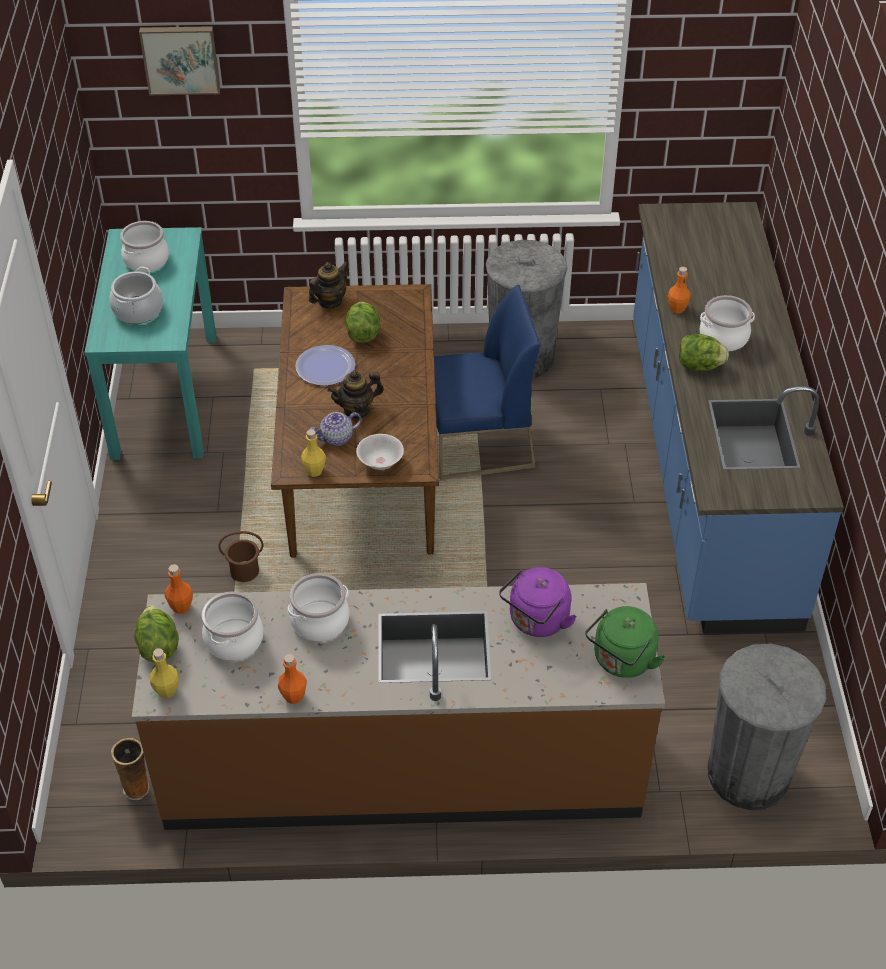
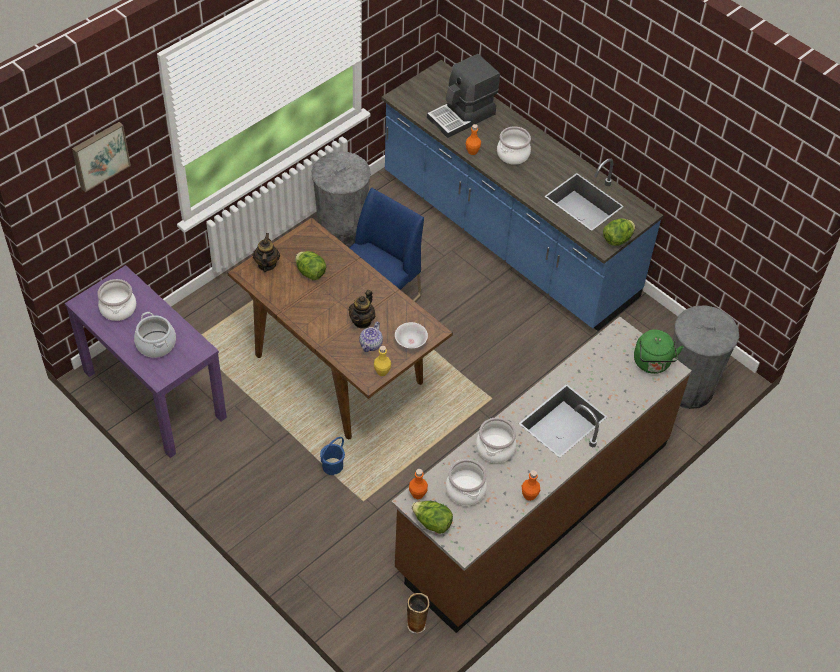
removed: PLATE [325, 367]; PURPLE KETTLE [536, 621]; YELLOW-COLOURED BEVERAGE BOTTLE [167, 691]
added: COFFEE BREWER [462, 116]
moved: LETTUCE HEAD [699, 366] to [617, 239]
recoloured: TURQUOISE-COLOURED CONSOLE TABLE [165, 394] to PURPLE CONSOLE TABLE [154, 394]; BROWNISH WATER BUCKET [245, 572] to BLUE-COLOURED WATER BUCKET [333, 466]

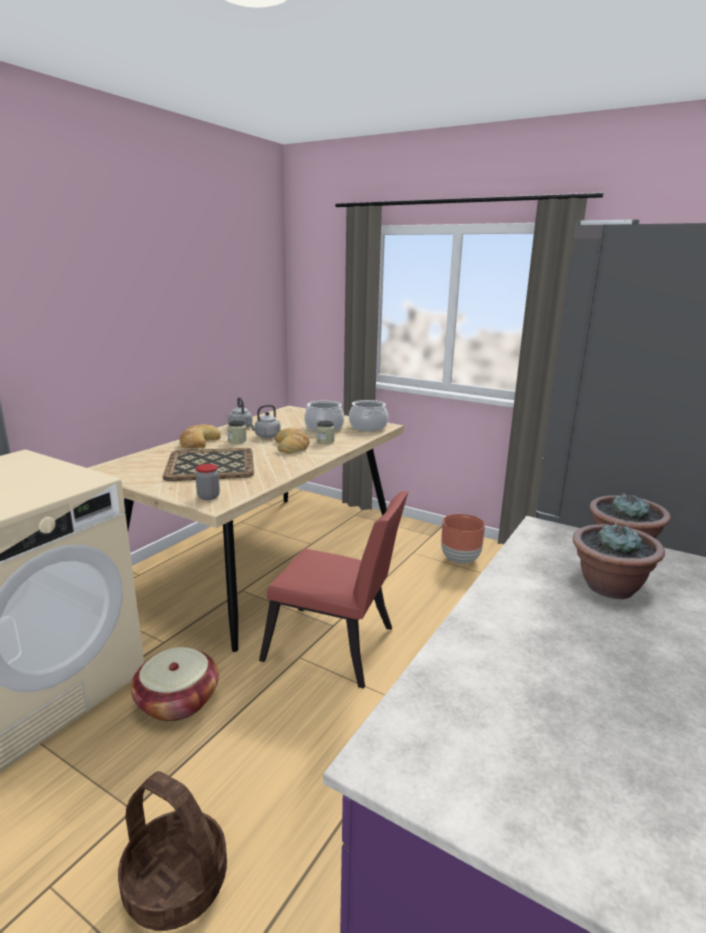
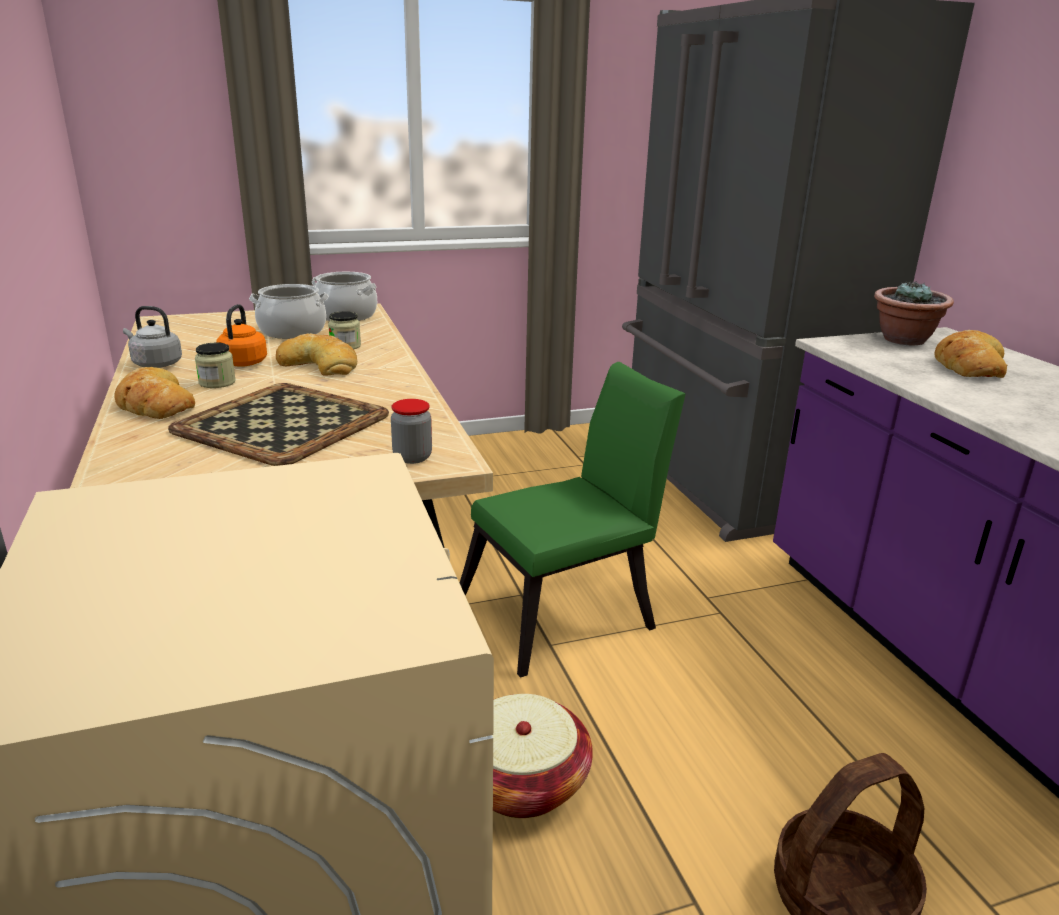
removed: BROWNISH PLANTER [460, 559]
replaced: POTTED PLANT [609, 587] to BAKERY BREAD [968, 365]
recoloured: GREYISH KETTLE [266, 436] to ORANGE-COLOURED KETTLE [242, 364]; REDDISH CHAIR [336, 648] to GREEN CHAIR [566, 612]

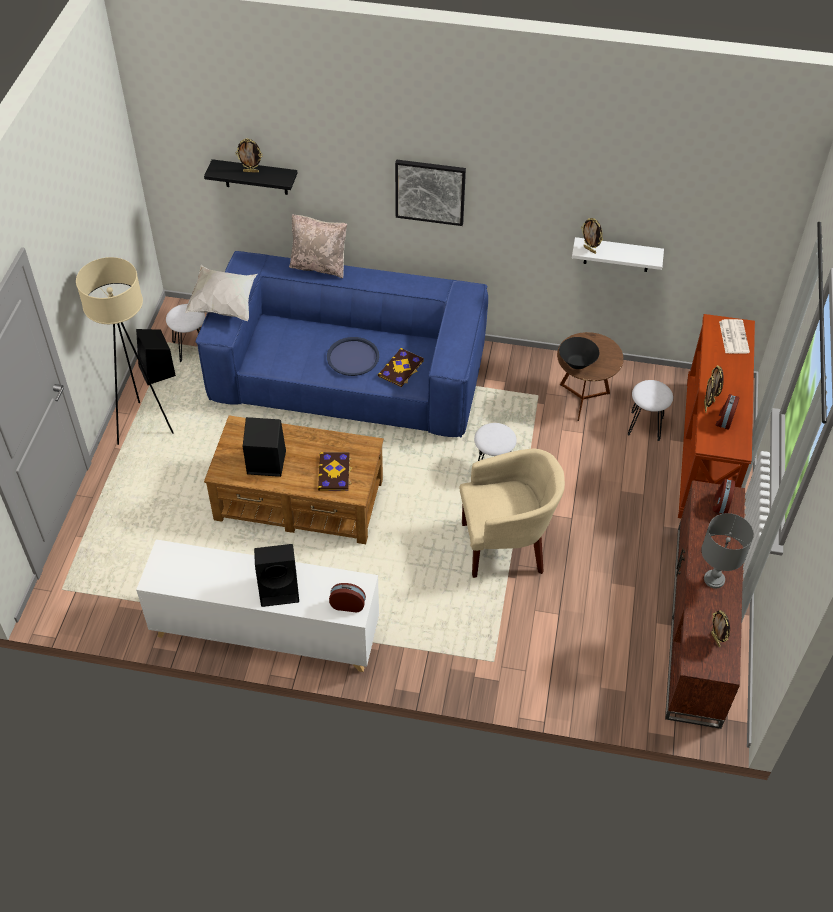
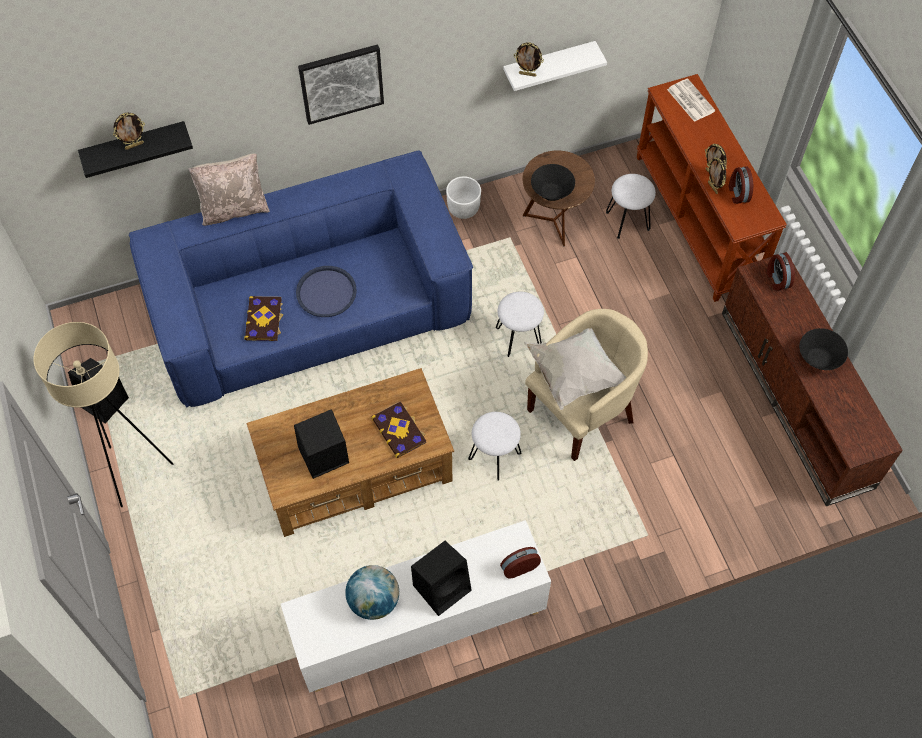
removed: PICTURE FRAME [716, 639]
added: WHITISH PLANTER [463, 208]; DESK GLOBE [374, 601]
moved: WHITISH THROW PILLOW [223, 304] to [574, 374]; WHITISH STOOL SEAT [191, 349] to [494, 457]; BOUND BOOK [401, 369] to [264, 319]
replaced: GREYISH TABLETOP LAMP [713, 580] to BLACKISH DEEP DISH [818, 359]

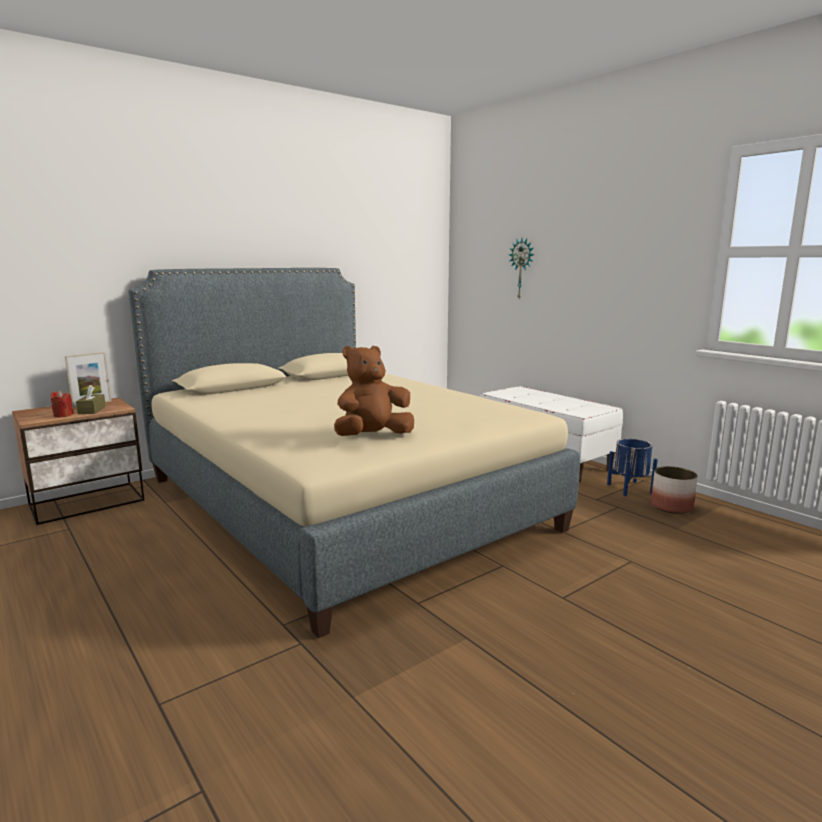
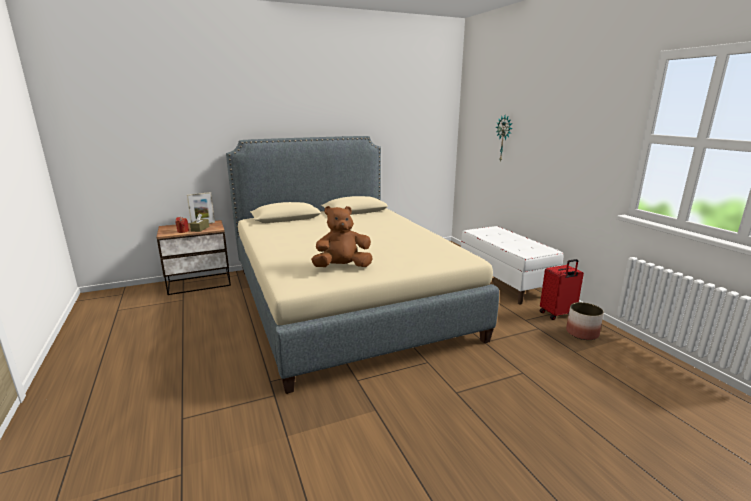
replaced: BLUE-COLOURED PLANTER [630, 488] to REDDISH SUITCASE [557, 314]

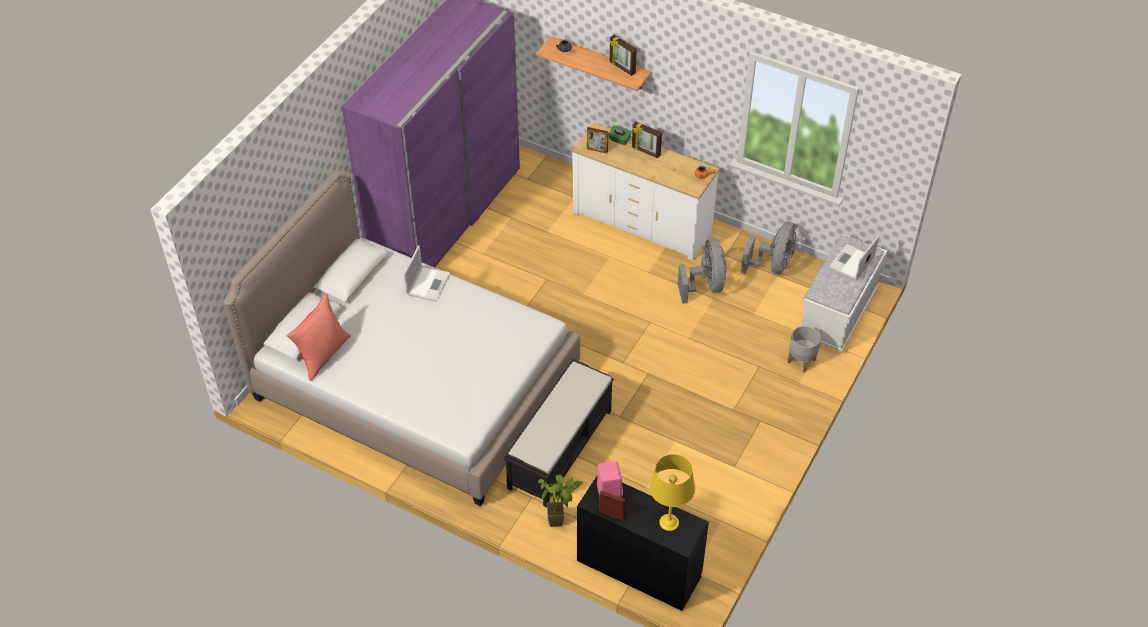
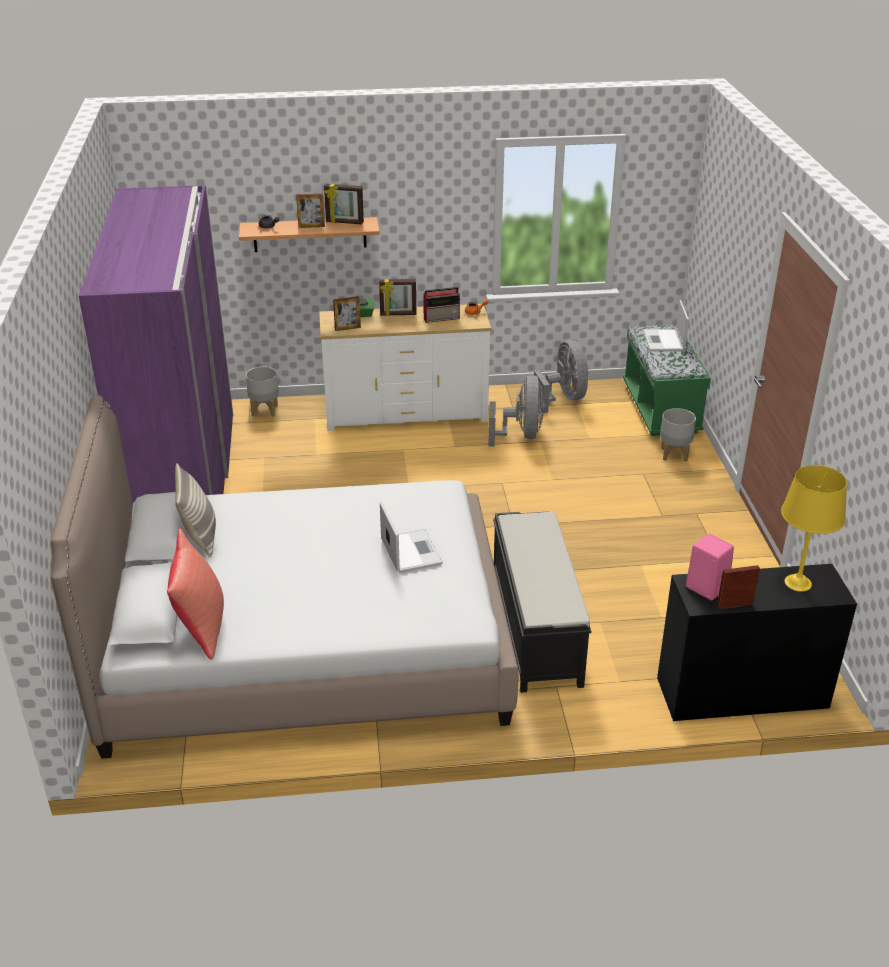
removed: POTTED PLANT [561, 523]
added: PICTURE FRAME [311, 226]; RADIO SET [442, 318]; GREYISH PLANTER [264, 410]; THROW PILLOW [200, 537]
moved: NOTEBOOK COMPUTER [428, 283] to [410, 551]
recoloured: WHITISH LONG SEAT [838, 313] to GREEN LONG SEAT [661, 409]
turned: GREYISH COOLING FAN [705, 285] = [521, 435] 45 degrees clockwise

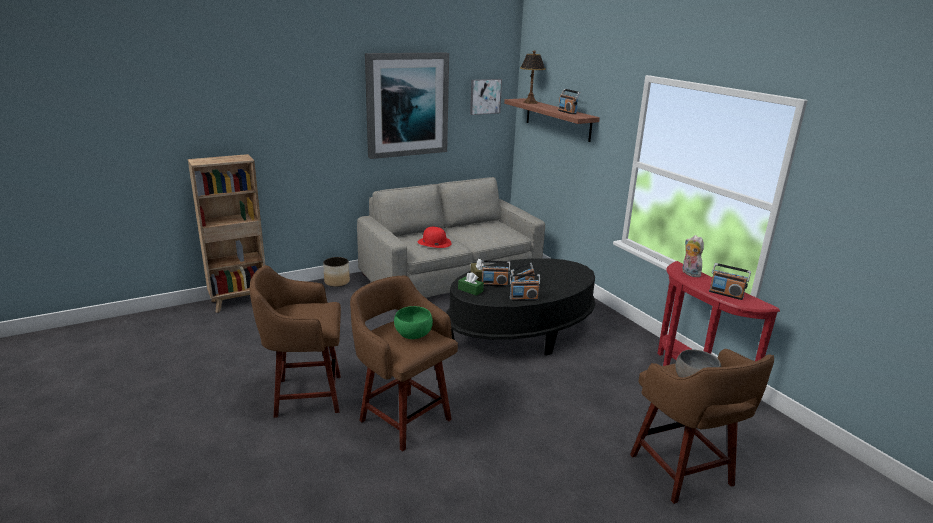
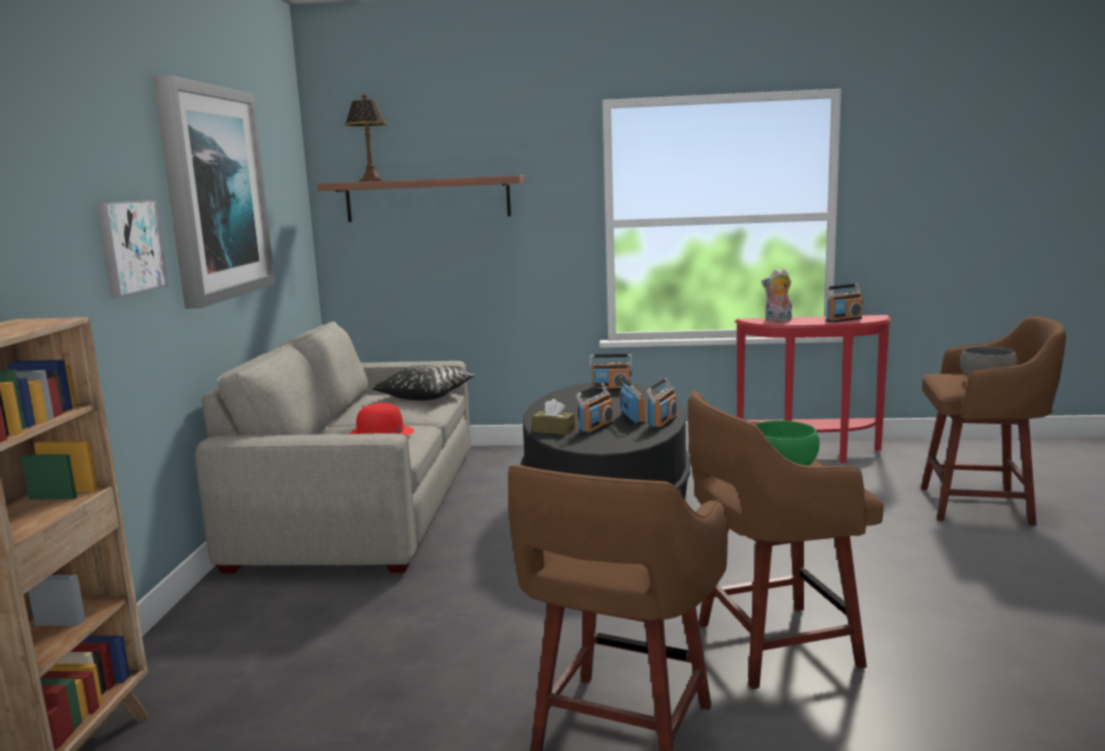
removed: PLANTER [337, 282]; GREEN TISSUE BOX [470, 290]
added: BLACKISH THROW PILLOW [426, 395]
moved: WALL PICTURE [485, 96] to [130, 247]; RADIO SET [567, 112] to [611, 389]

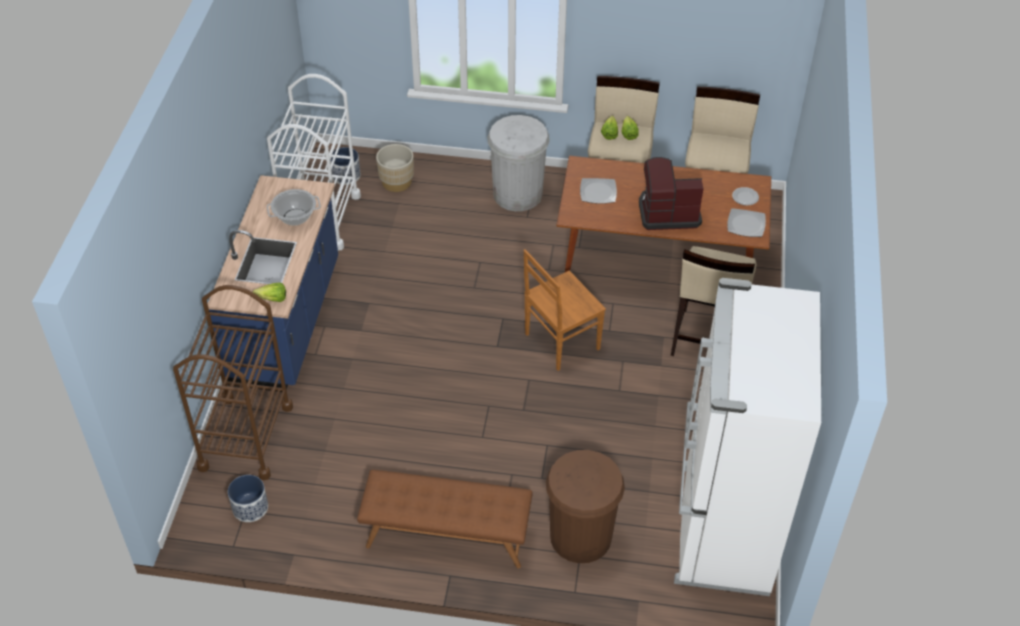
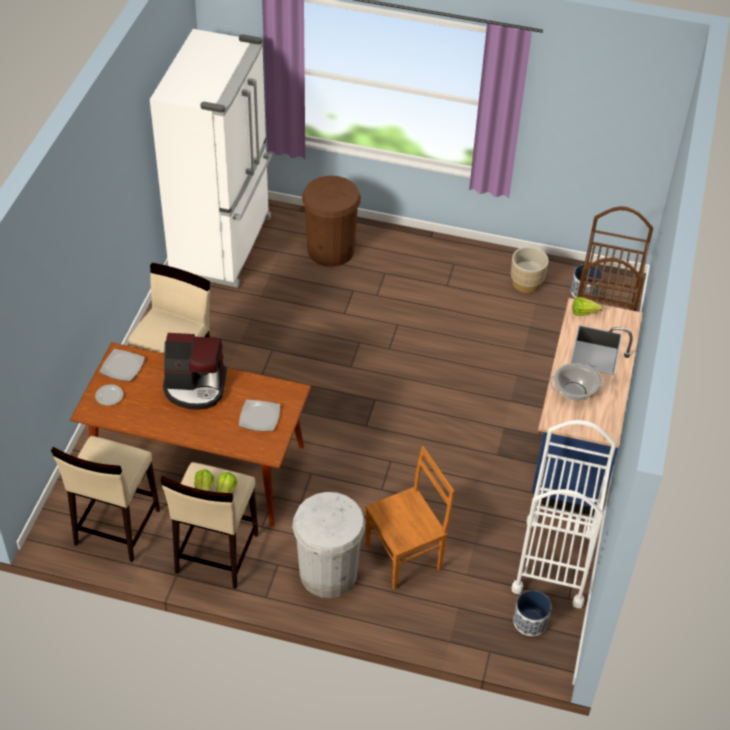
removed: BROWNISH LONG SEAT [446, 536]
moved: BEIGE-COLOURED PLANTER [396, 182] to [526, 283]; BROWNISH CHAIR [560, 342] to [405, 556]

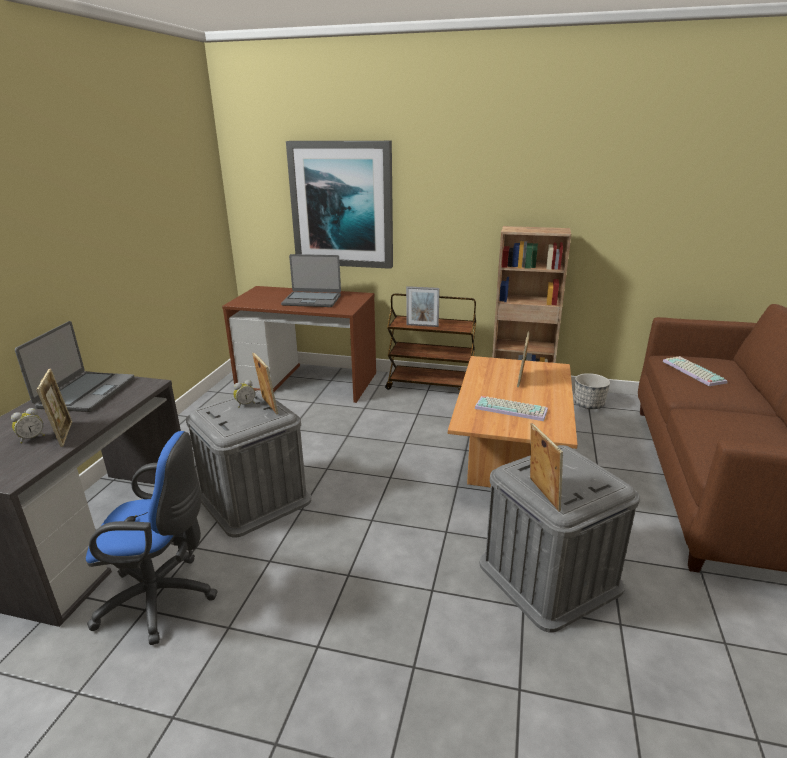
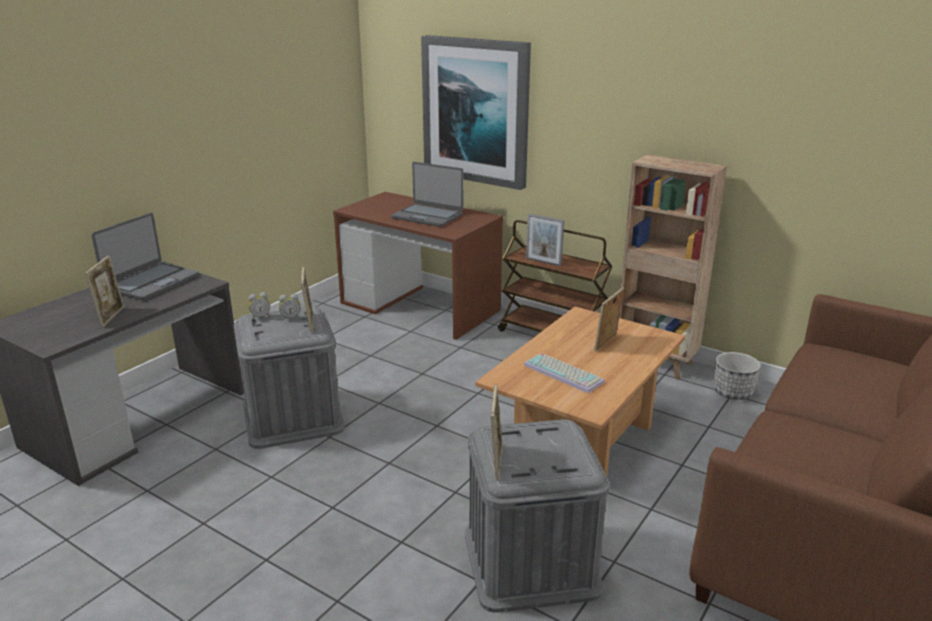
removed: PC KEYBOARD [691, 371]; BLUE-COLOURED COMPUTER CHAIR [163, 599]
moved: ALARM CLOCK [31, 438] to [260, 317]

